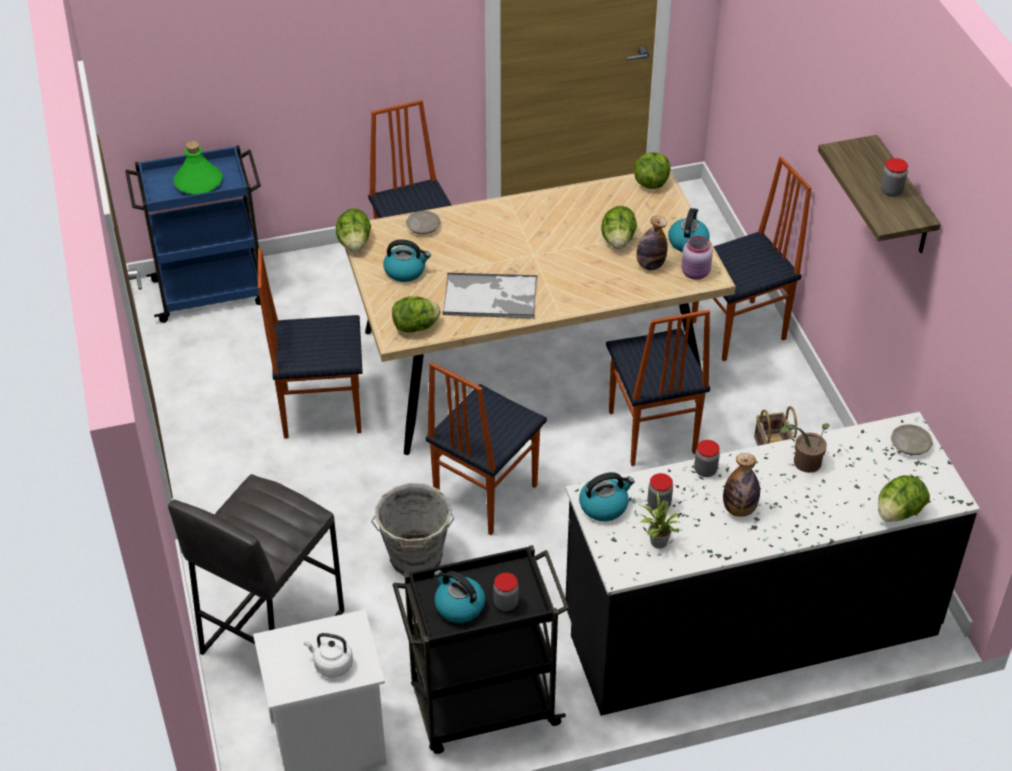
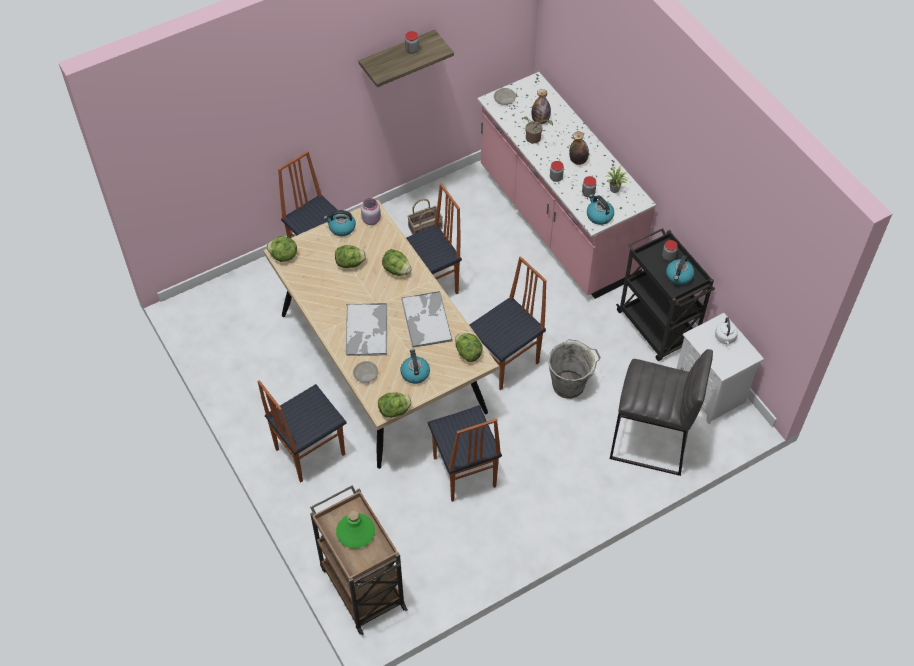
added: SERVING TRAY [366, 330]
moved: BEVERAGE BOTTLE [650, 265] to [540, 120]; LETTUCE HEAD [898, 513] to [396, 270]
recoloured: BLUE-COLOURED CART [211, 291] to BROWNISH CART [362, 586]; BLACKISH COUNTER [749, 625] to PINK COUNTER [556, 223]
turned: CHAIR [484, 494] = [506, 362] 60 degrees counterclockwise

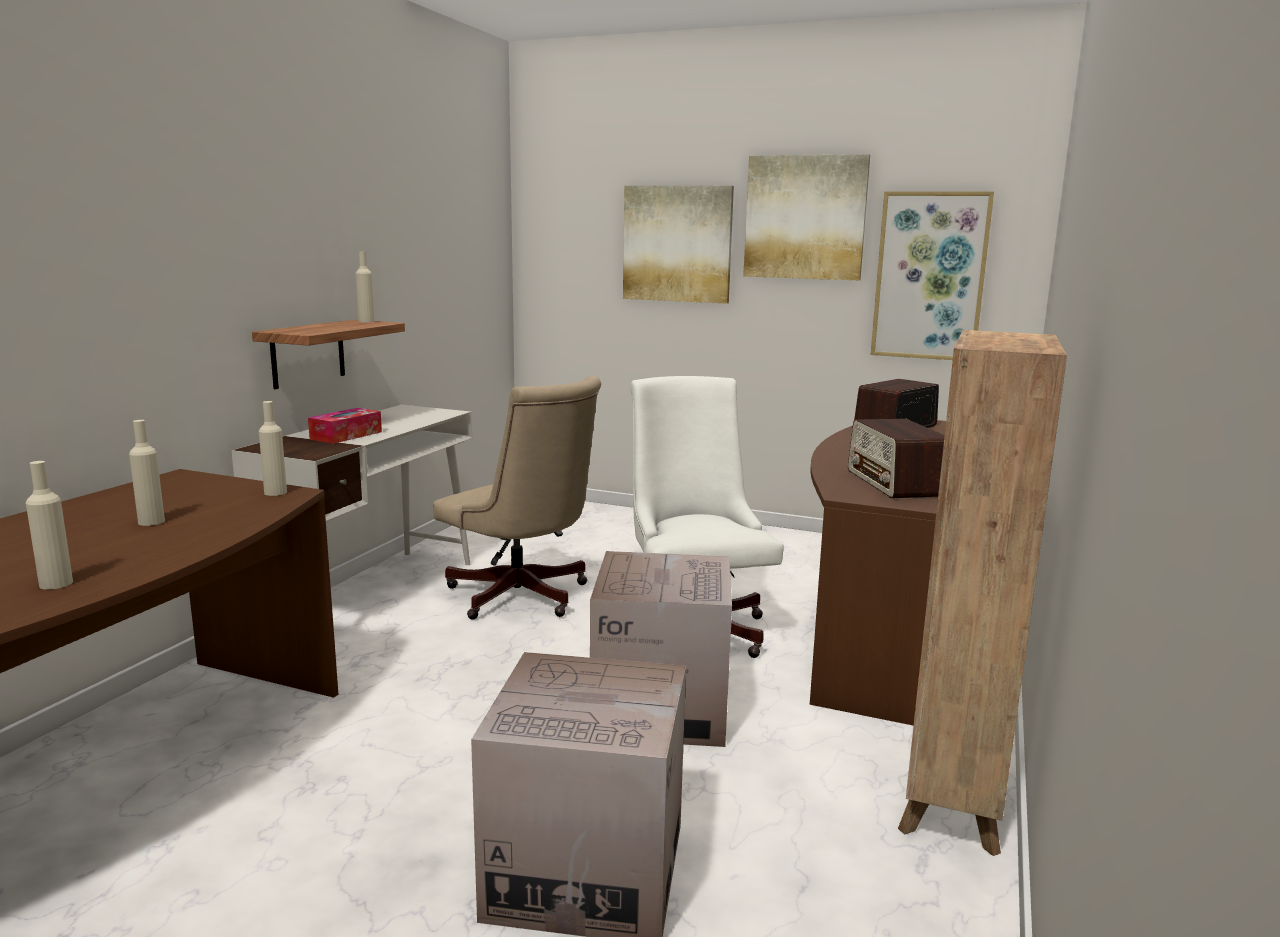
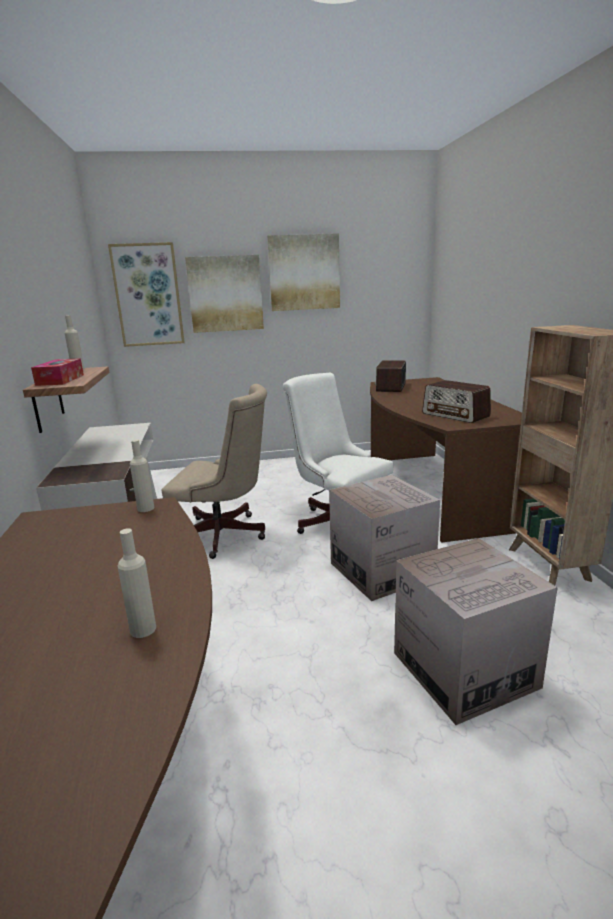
removed: BEIGE-COLOURED BEVERAGE BOTTLE [151, 522]
moved: WALL PICTURE [930, 276] to [148, 295]; TISSUE BOX [346, 435] to [60, 380]

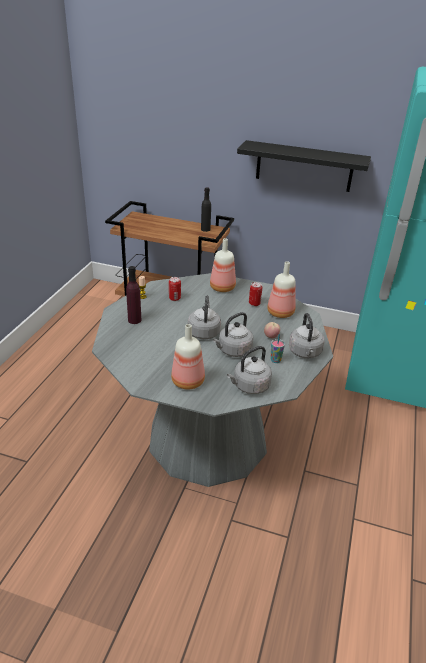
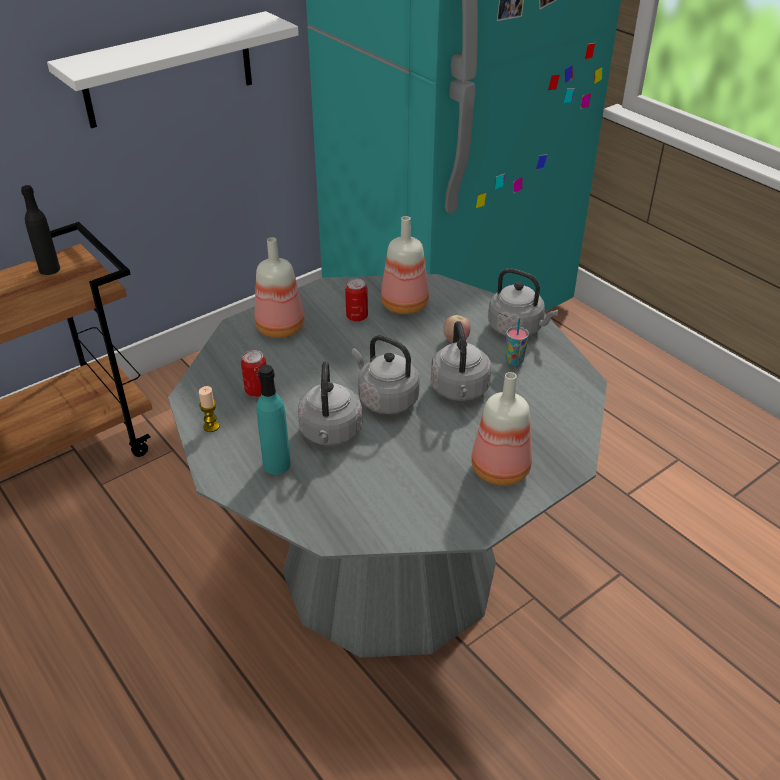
moved: GREYISH KETTLE [249, 386] to [330, 434]
recoloured: BLACKISH WALL SHELF [304, 166] to WHITISH WALL SHELF [169, 70]; PURPLE BEVERAGE BOTTLE [134, 320] to TURQUOISE-COLOURED BEVERAGE BOTTLE [276, 464]

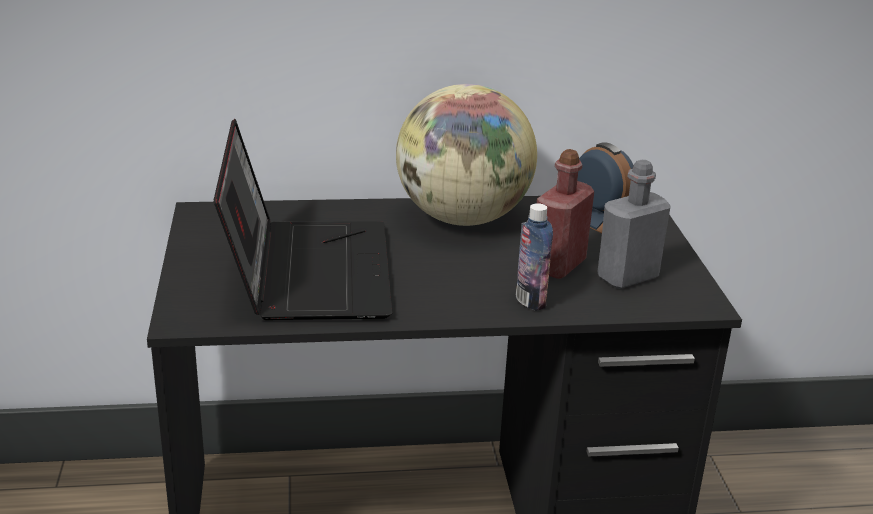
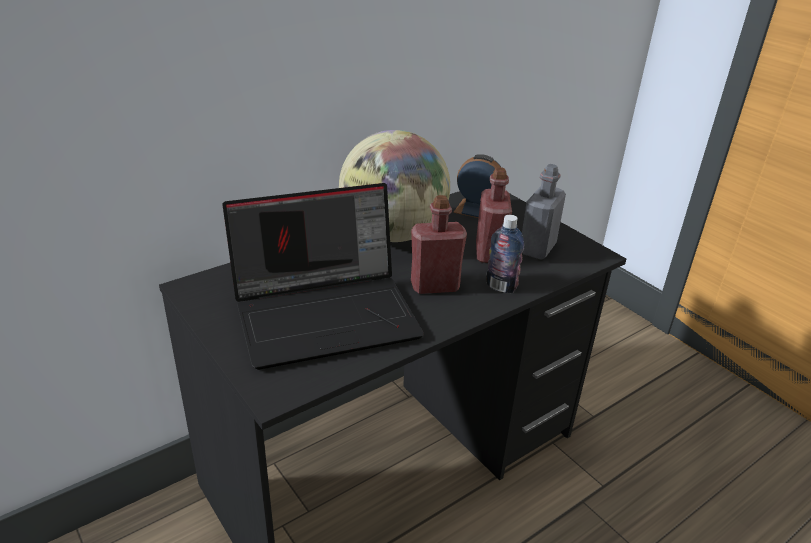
added: REDDISH BEVERAGE BOTTLE [434, 286]
turned: NOTEBOOK COMPUTER [306, 270] = [327, 313] 105 degrees clockwise

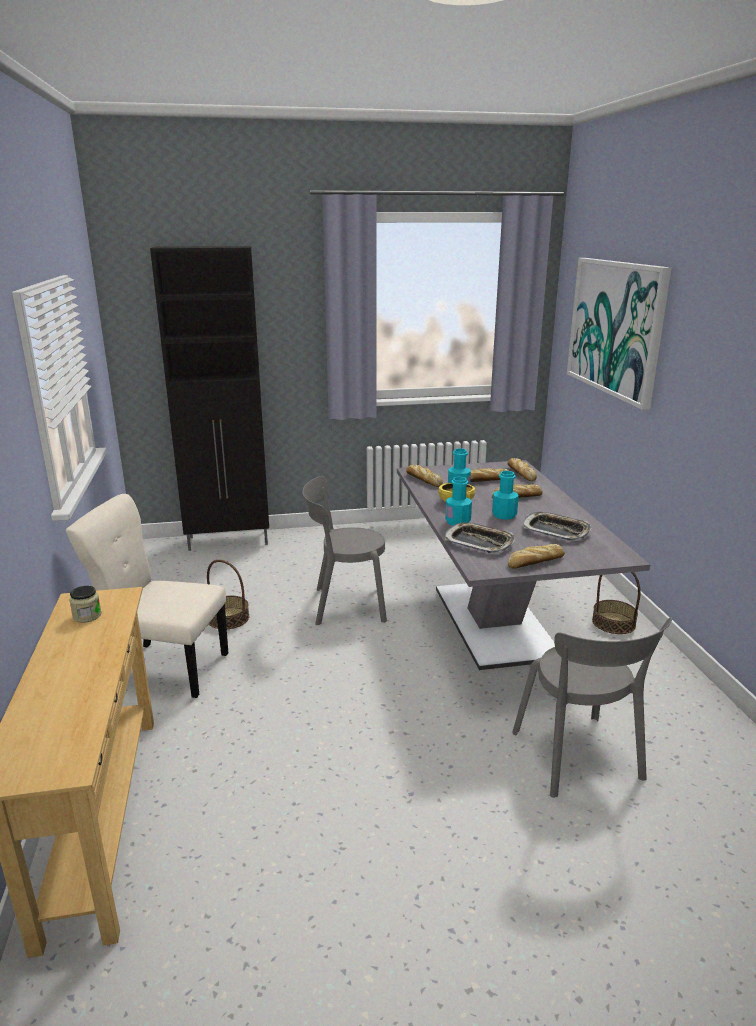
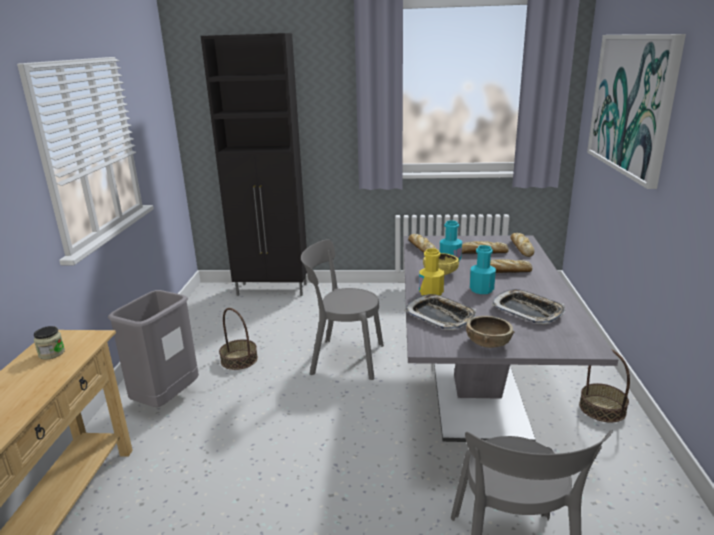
replaced: BEIGE-COLOURED CHAIR [165, 668] to GREYISH TRASH CAN [167, 399]; BAKERY BREAD [535, 562] to BROWNISH DEEP DISH [487, 343]
recoloured: TURQUOISE-COLOURED BEVERAGE BOTTLE [457, 522] to YELLOW-COLOURED BEVERAGE BOTTLE [431, 293]

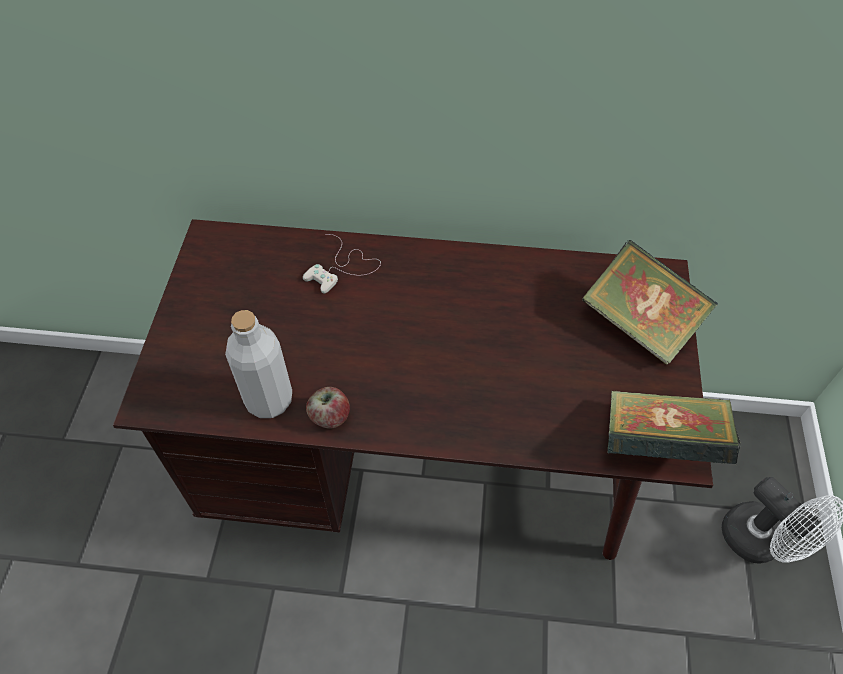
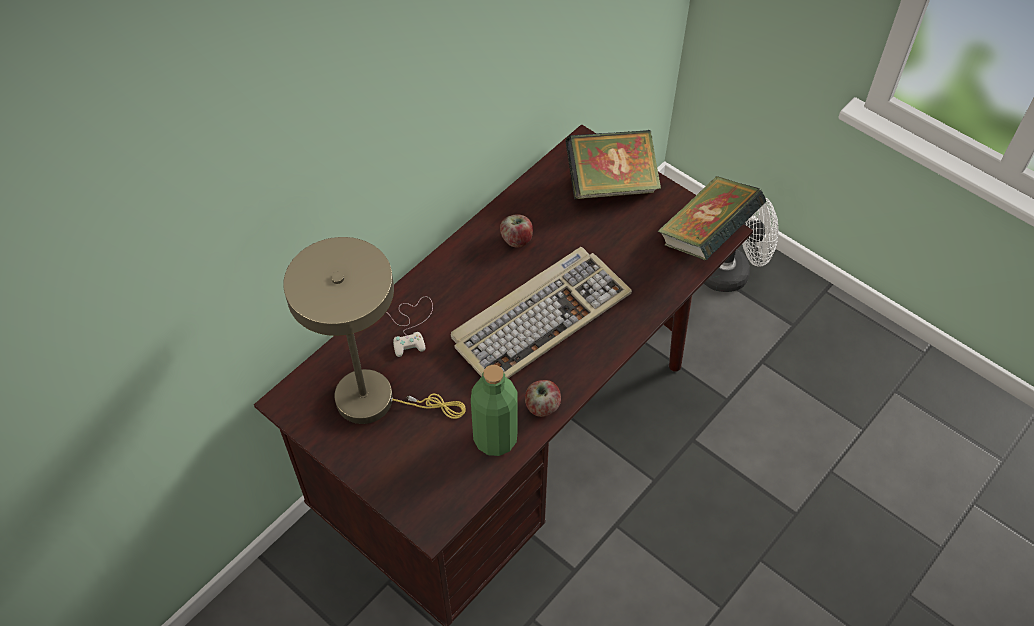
added: APPLE [517, 240]; BEIGE-COLOURED TABLETOP LAMP [376, 400]; PC KEYBOARD [540, 318]
recoloured: GREYISH BEVERAGE BOTTLE [269, 399] to GREEN BEVERAGE BOTTLE [495, 438]

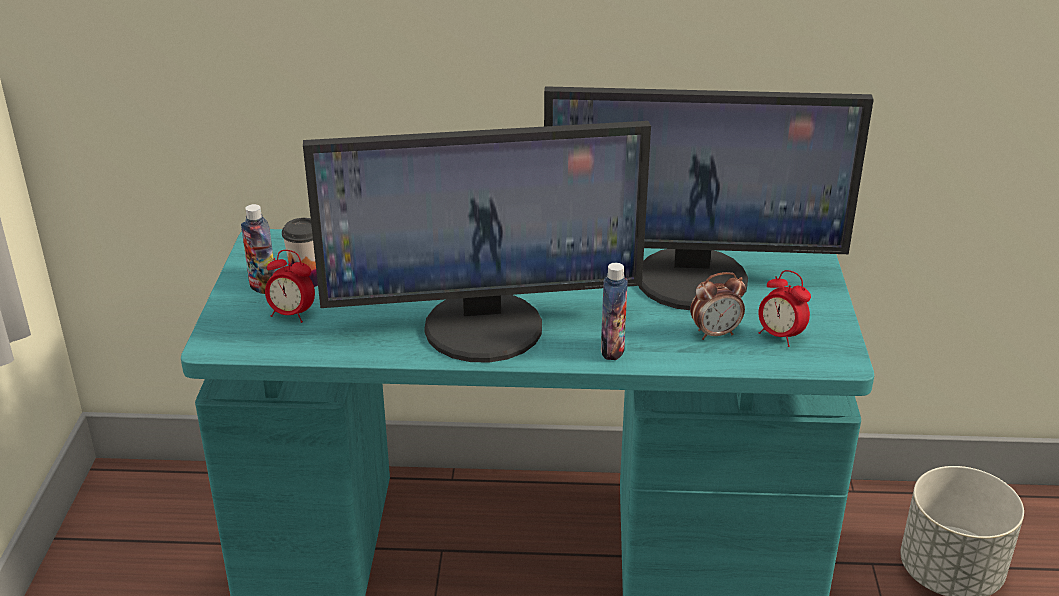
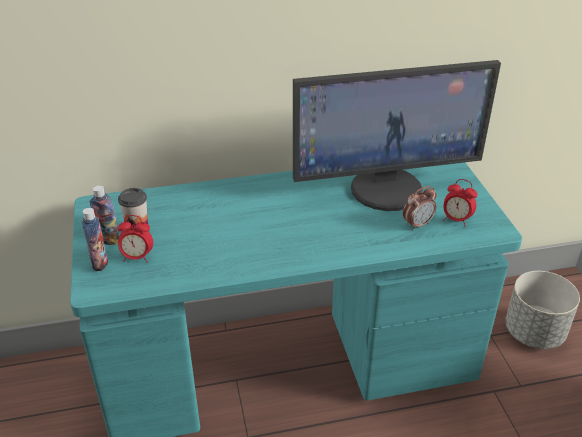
removed: COMPUTER DISPLAY [484, 326]
moved: BEVERAGE BOTTLE [612, 350] to [100, 263]

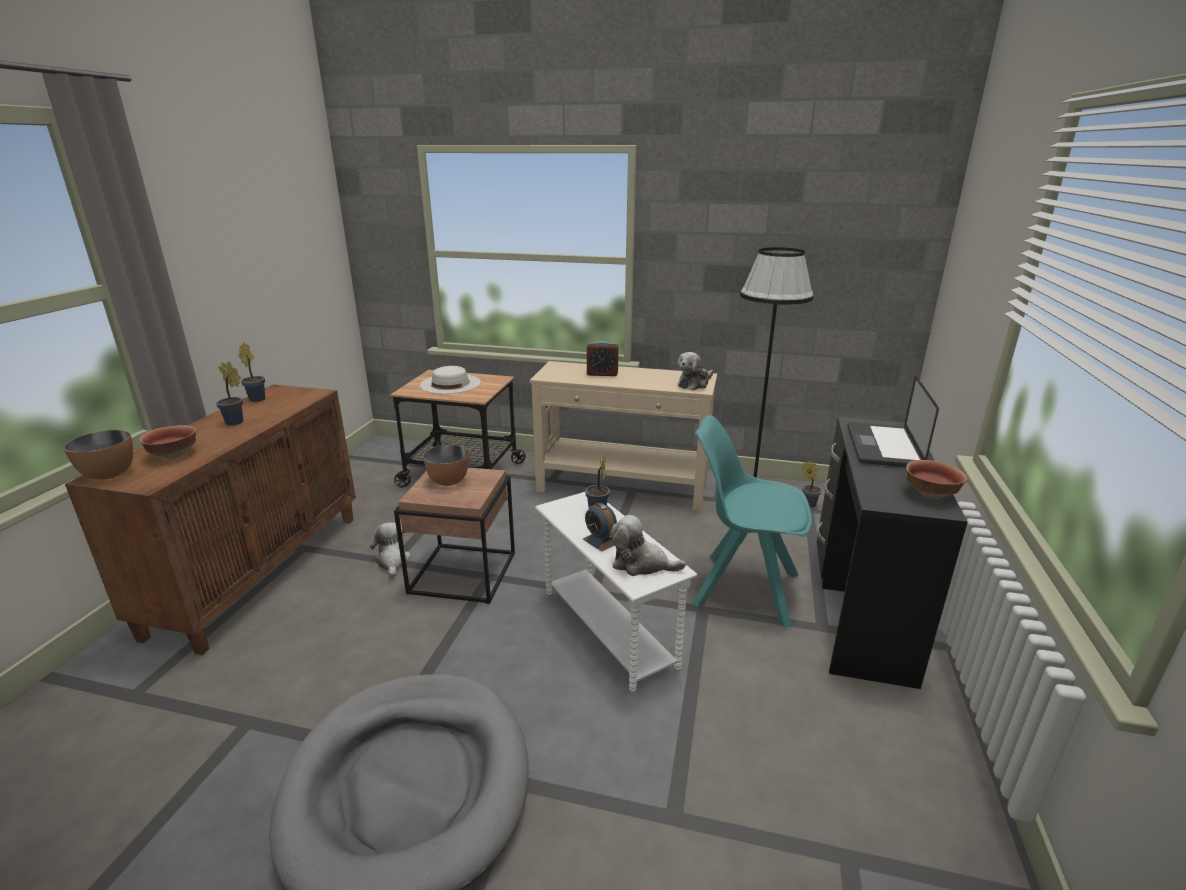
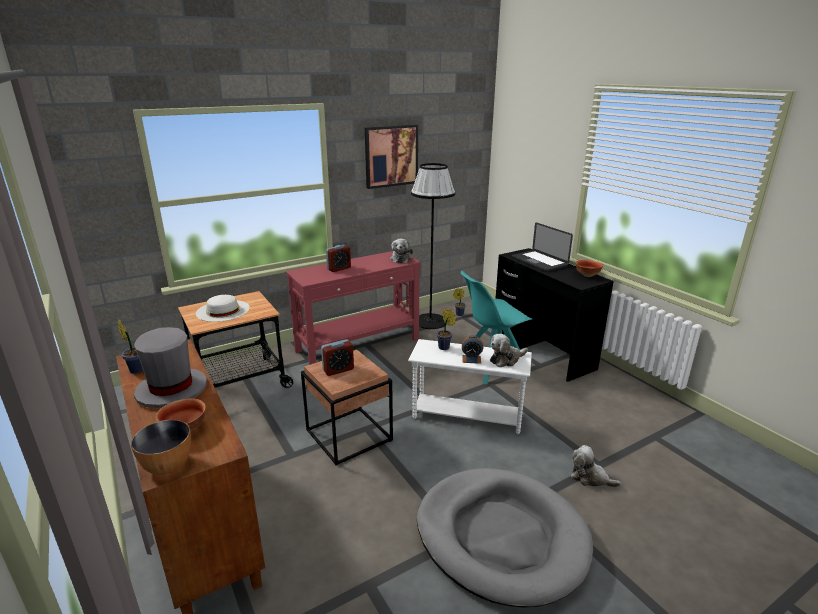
added: WALL PICTURE [391, 156]
moved: PLUSH TOY [392, 561] to [590, 478]
replaced: POTTED PLANT [236, 423] to GREYISH HAT [171, 390]; DEEP DISH [449, 481] to ALARM CLOCK [338, 370]
recoloured: BEIGE-COLOURED CONSOLE TABLE [623, 488] to REDDISH CONSOLE TABLE [359, 345]

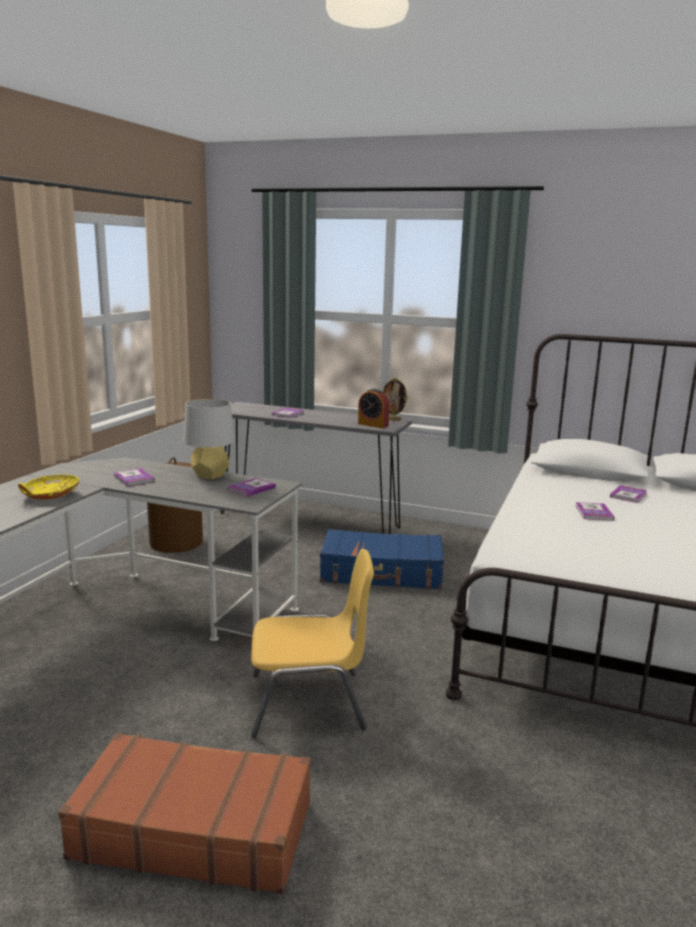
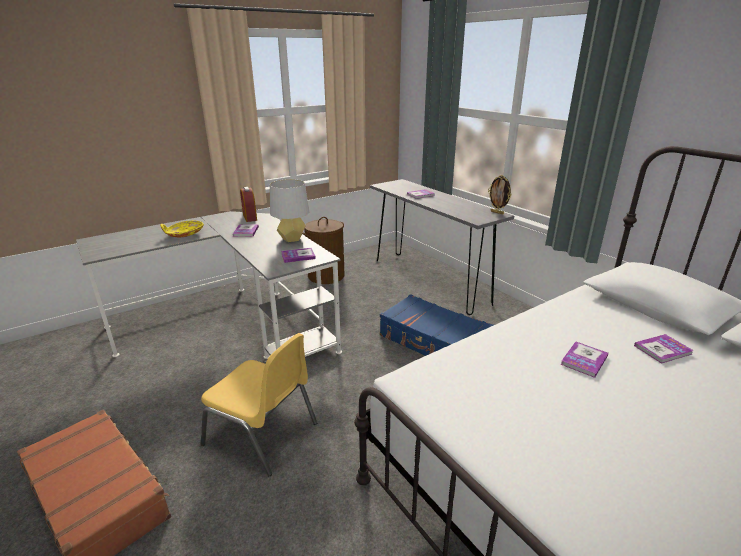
moved: ALARM CLOCK [373, 425] to [250, 217]

